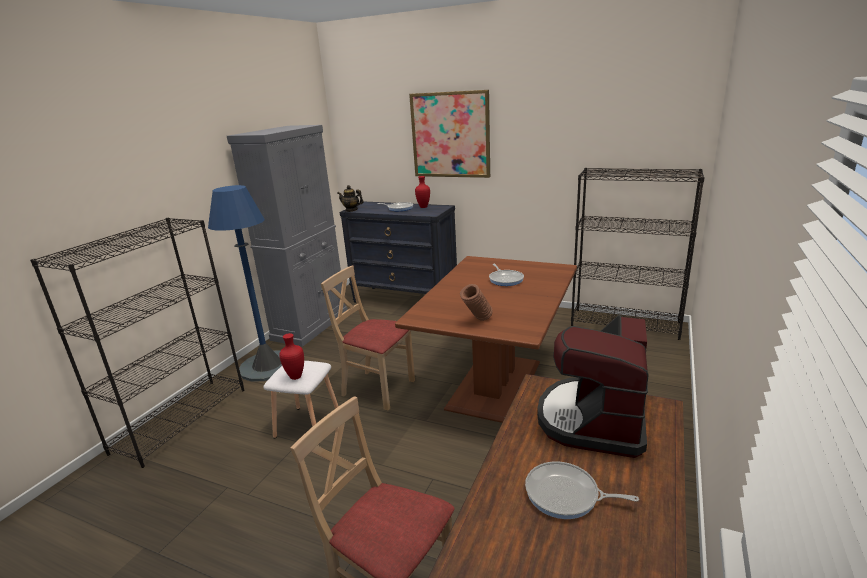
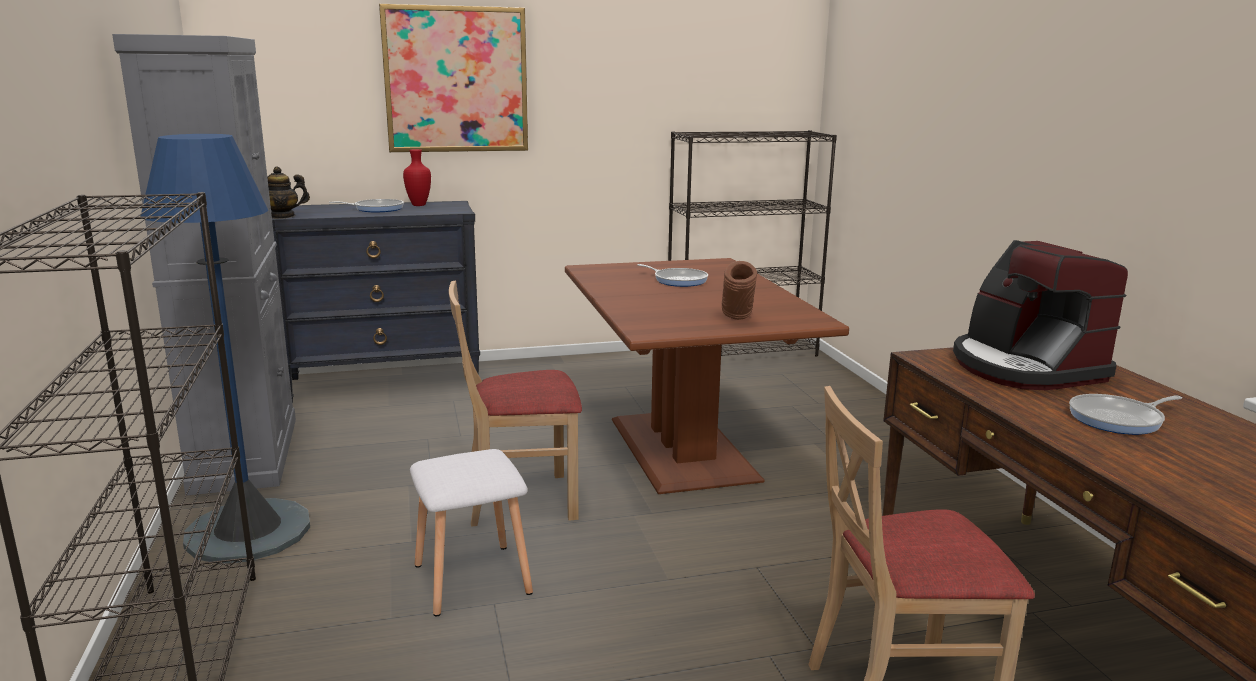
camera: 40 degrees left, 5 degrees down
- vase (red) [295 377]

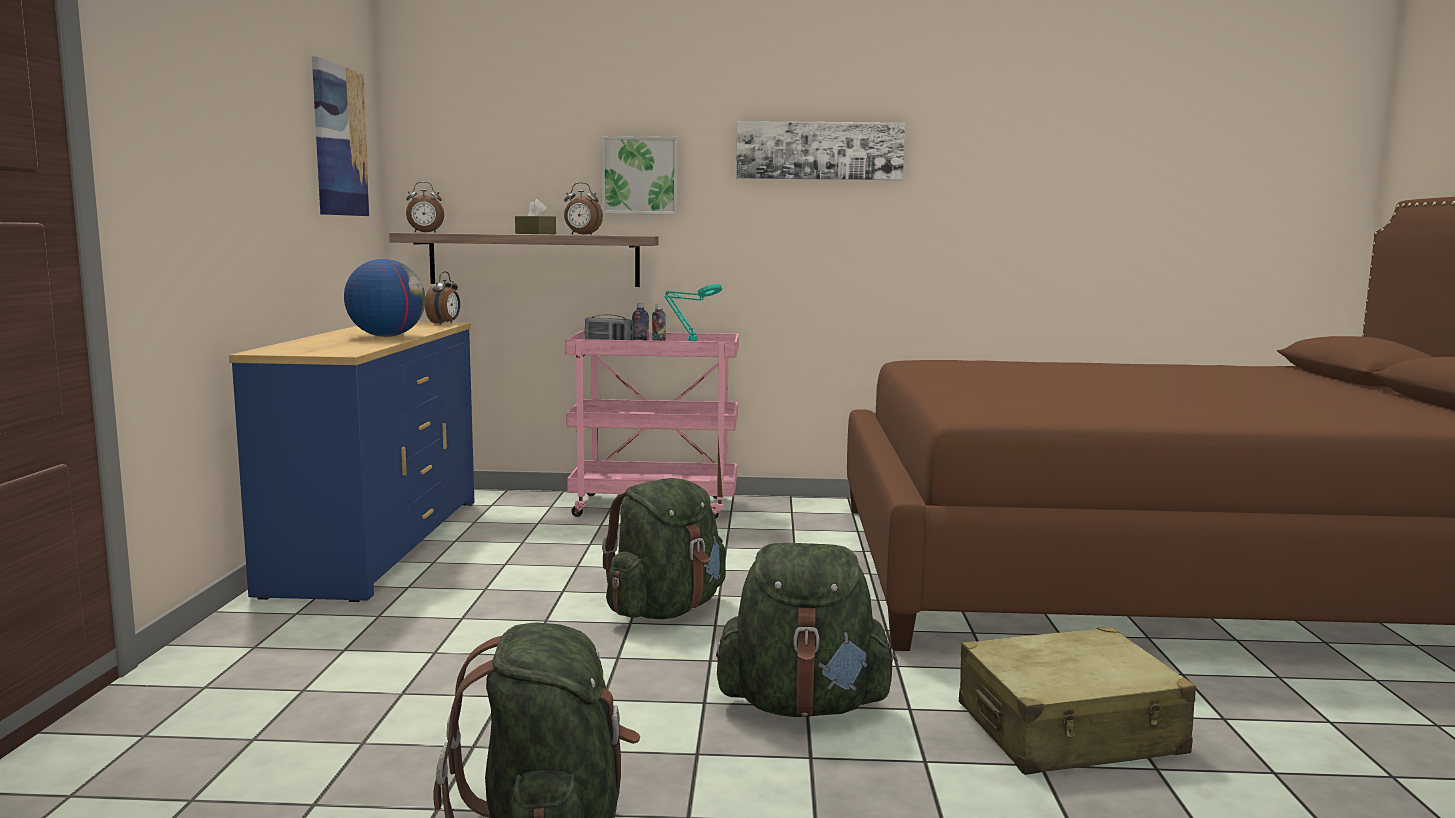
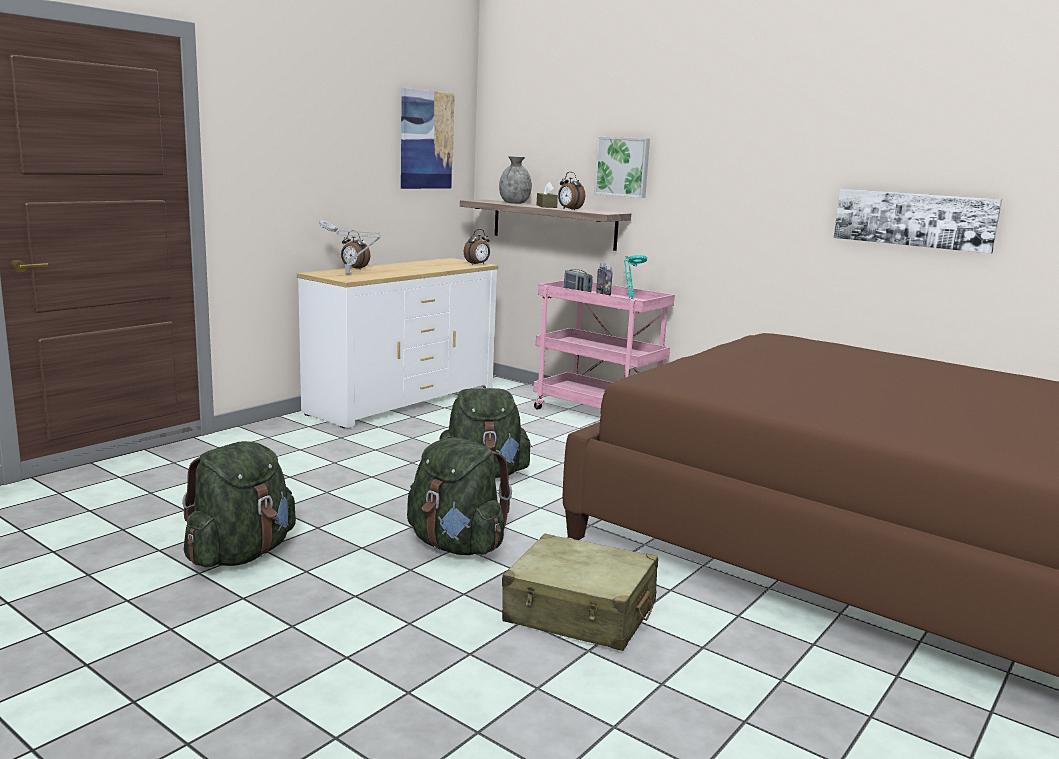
camera: 35 degrees right, 5 degrees up
~ dresser (blue) [377 544] to dresser (white) [402 400]
+ table lamp (grey) [350 274]
~ alarm clock [425 232] to [354 269]
+ vase (grey) [514 203]
~ picture [819 151] to [914 219]
- globe [386 336]

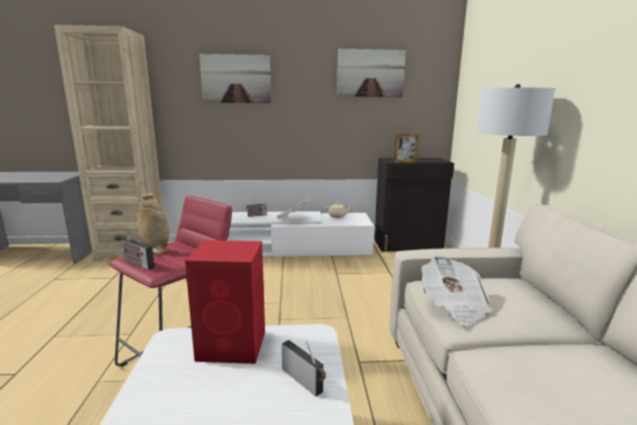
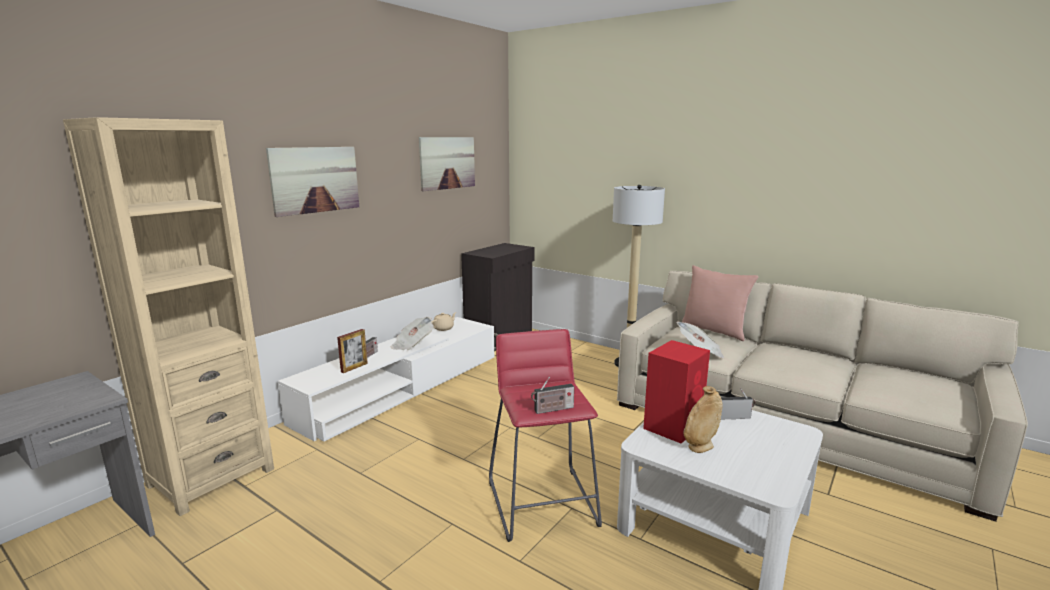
camera: 50 degrees left, 0 degrees up
~ picture frame [405 162] to [354 368]
+ pillow (pink) [714 331]
~ vase (beige) [155 251] to [700 447]

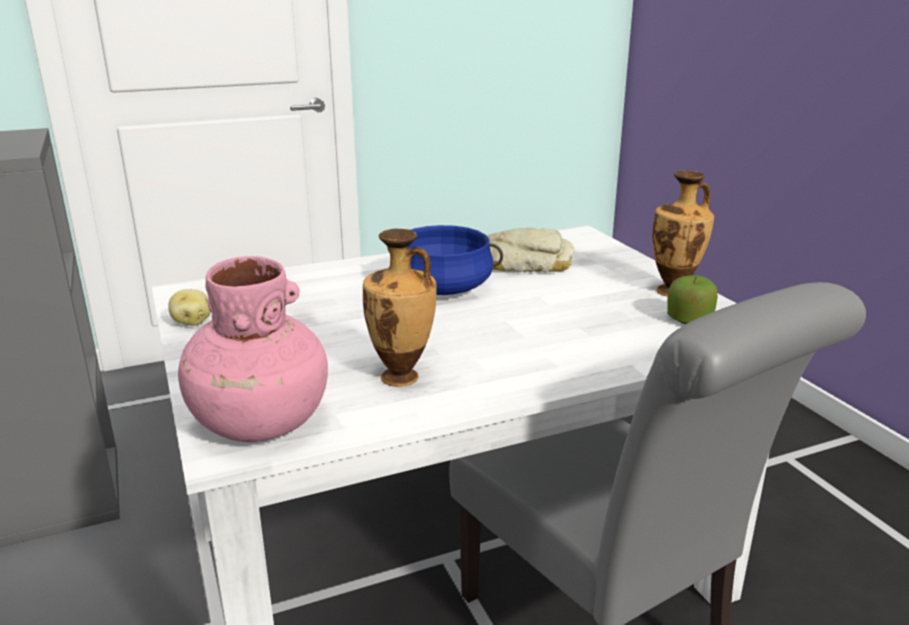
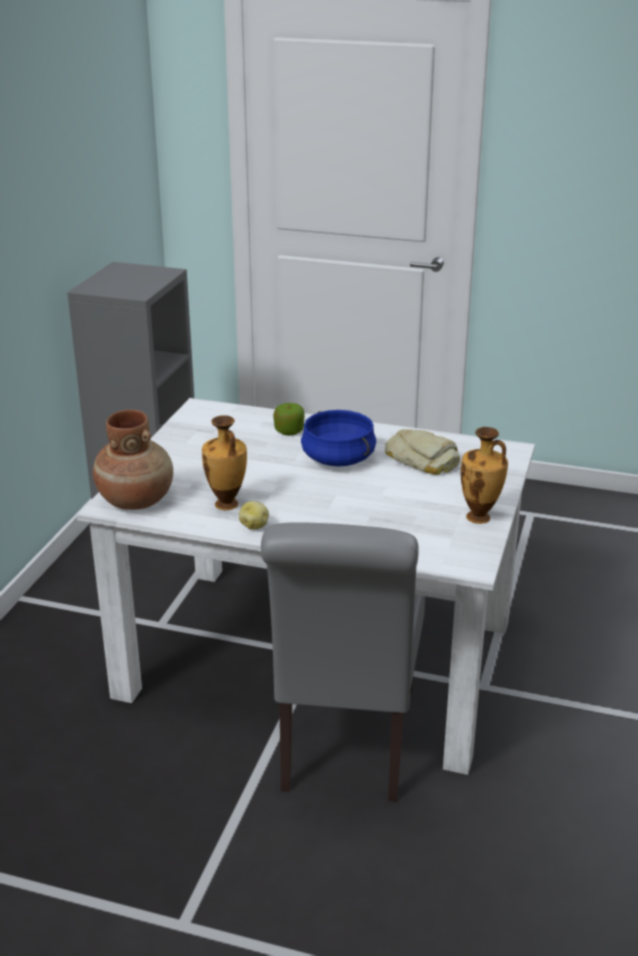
camera: 40 degrees right, 5 degrees up
~ vase (pink) [260 422] to vase (brown) [136 500]
~ potato [192 322] to [254 525]
~ apple [689 320] to [289 431]

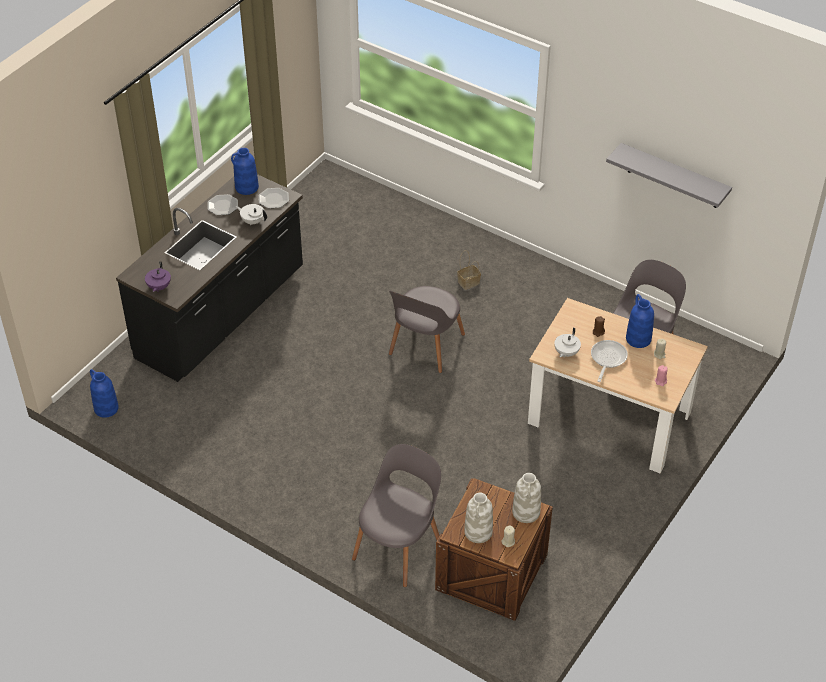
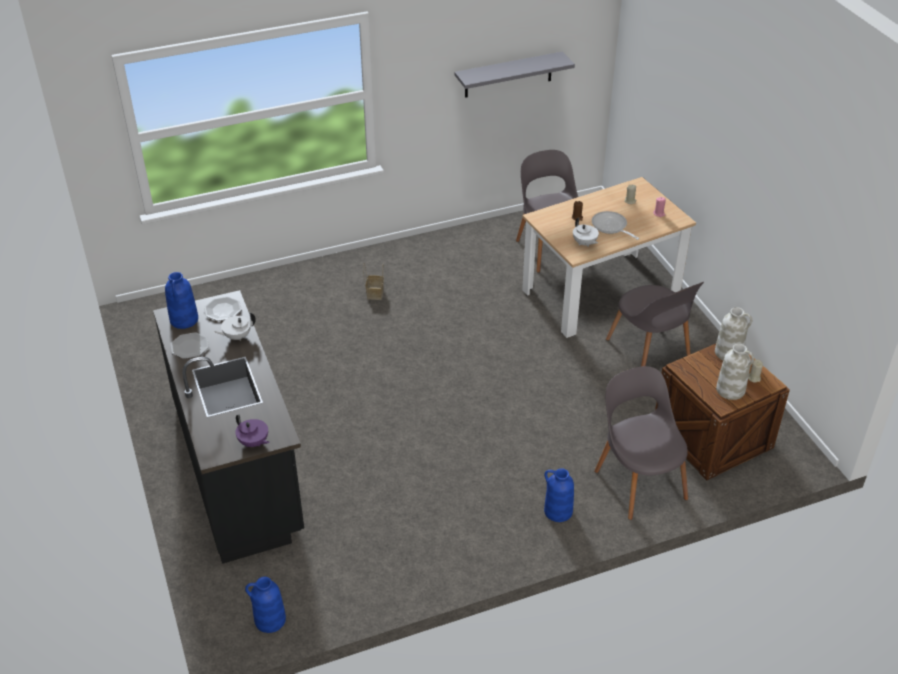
camera: 55 degrees left, 5 degrees down
~ vase (blue) [638 338] to [557 511]
~ chair (grey) [425 347] to [649 350]

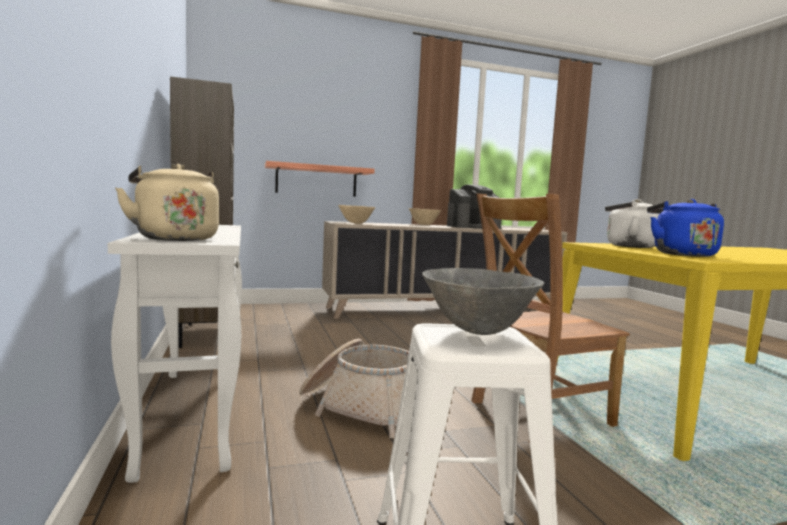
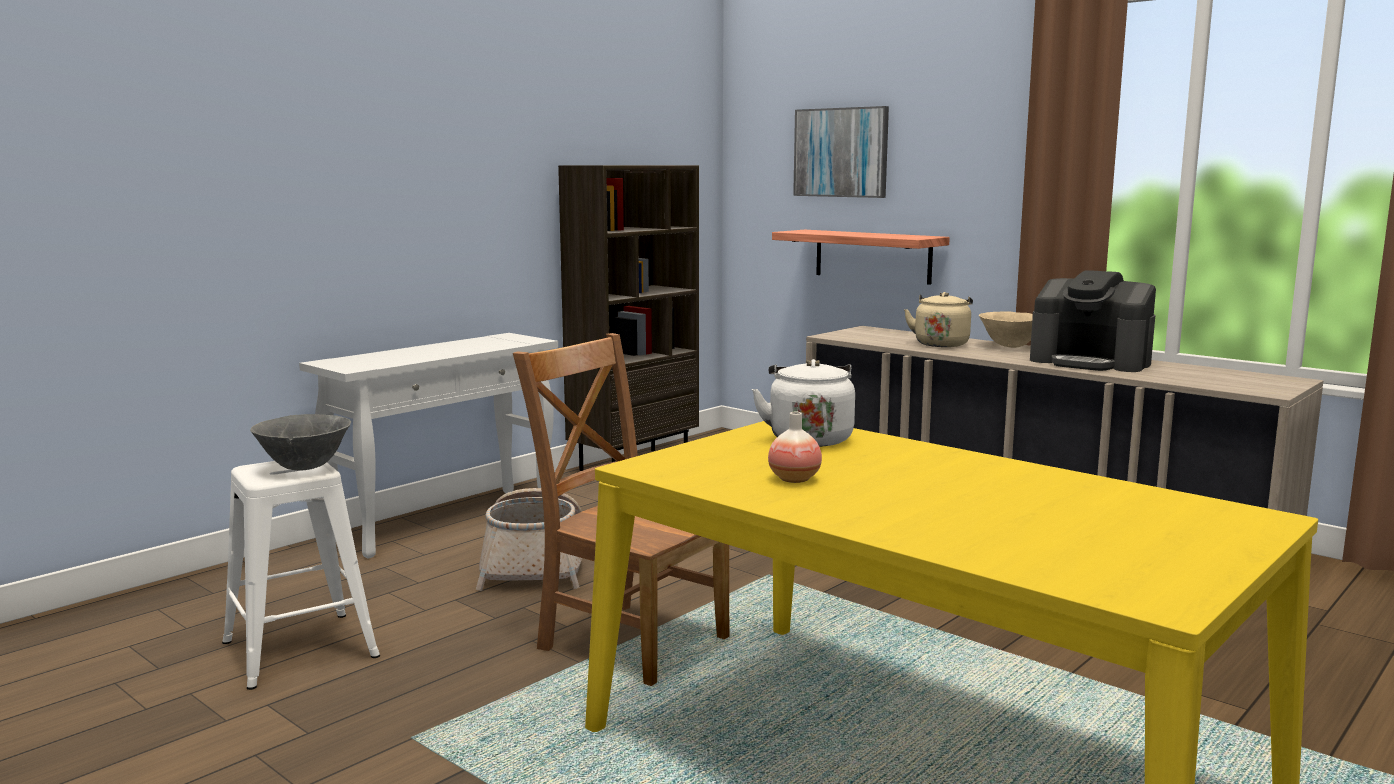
camera: 60 degrees right, 5 degrees up
+ vase [794 479]
+ picture [841 152]
~ kettle (beige) [175 238] to [941 344]
- bowl (beige) [356 223]
- kettle (blue) [681 254]

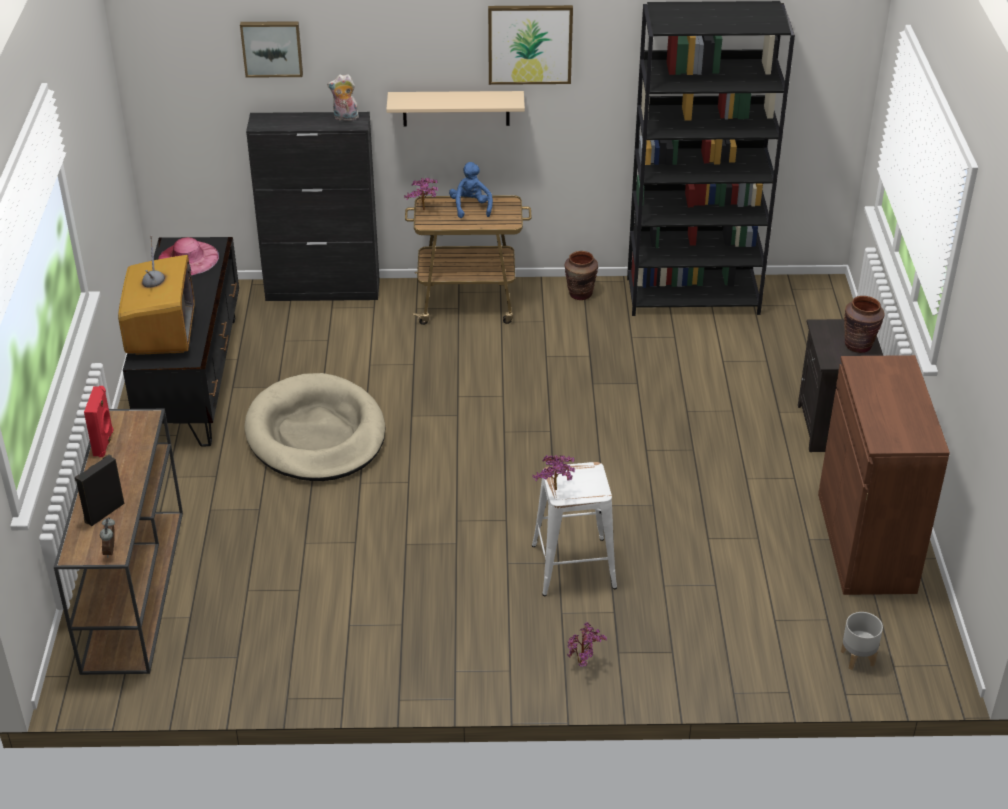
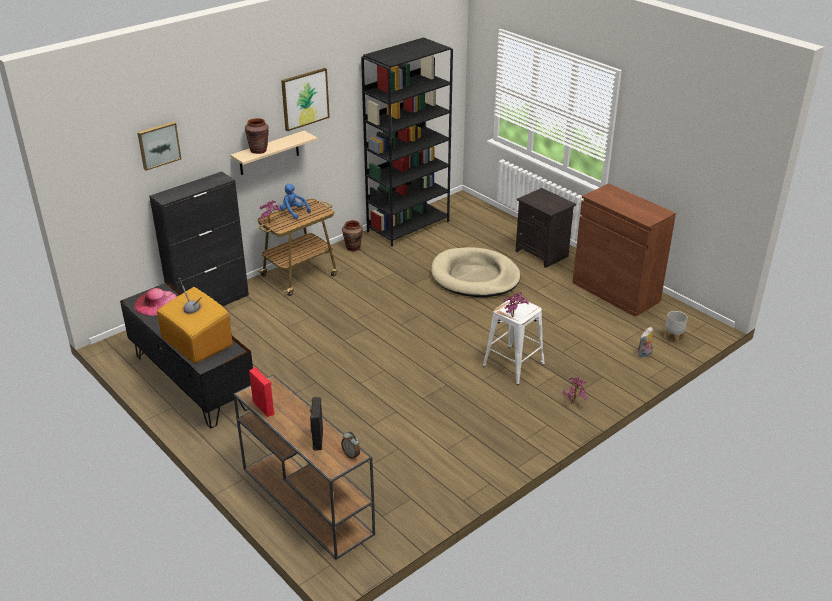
camera: 40 degrees left, 5 degrees down
~ vase (brown) [858 345] to [258 150]
~ dog bed (beige) [316 434] to [475 277]
~ plush toy [345 118] to [644 354]

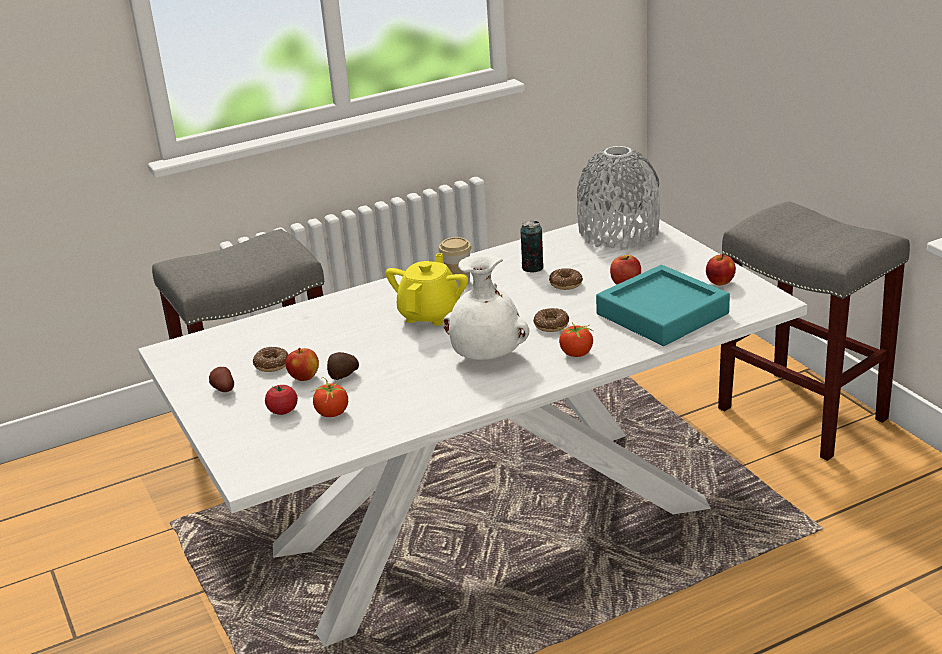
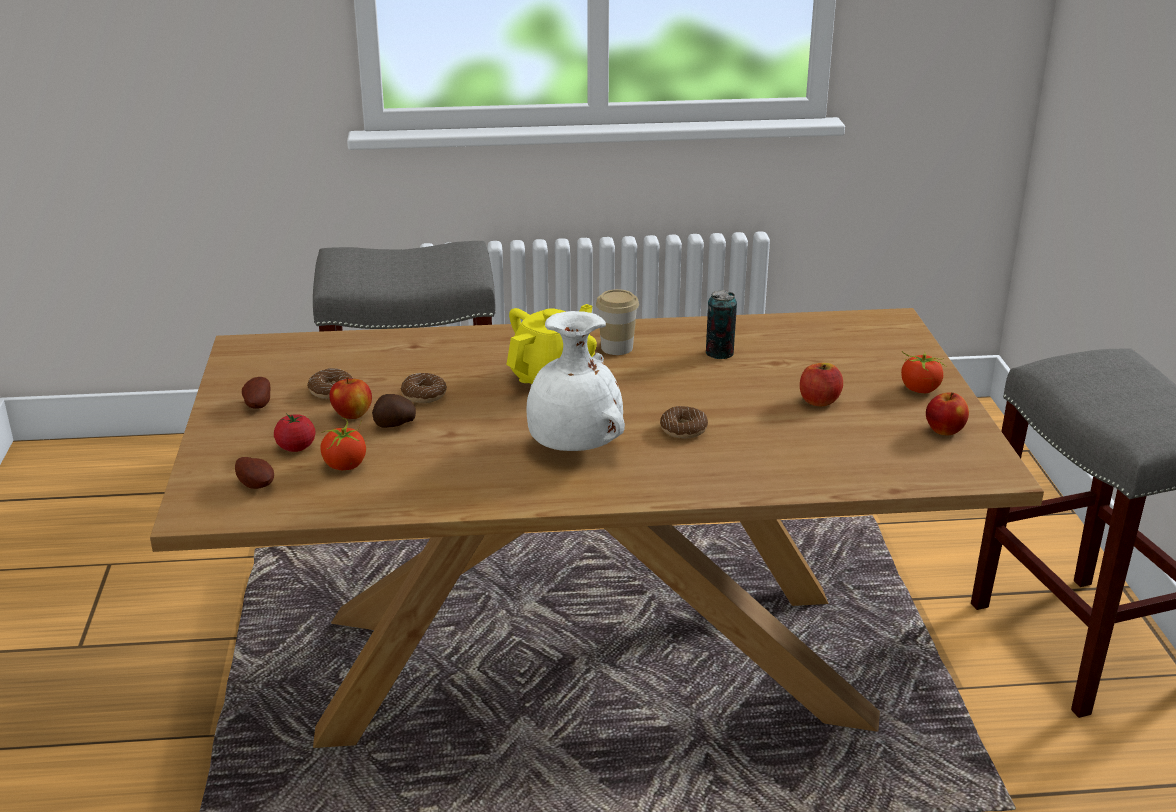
camera: 20 degrees right, 0 degrees up
~ dining table (white) [487 527] to dining table (brown) [587 665]
+ potato [256 484]
~ donut [565 284] to [424 395]
~ tomato [576 354] to [919 389]
- vase (grey) [618 233]
- tray (turquoise) [662 314]

